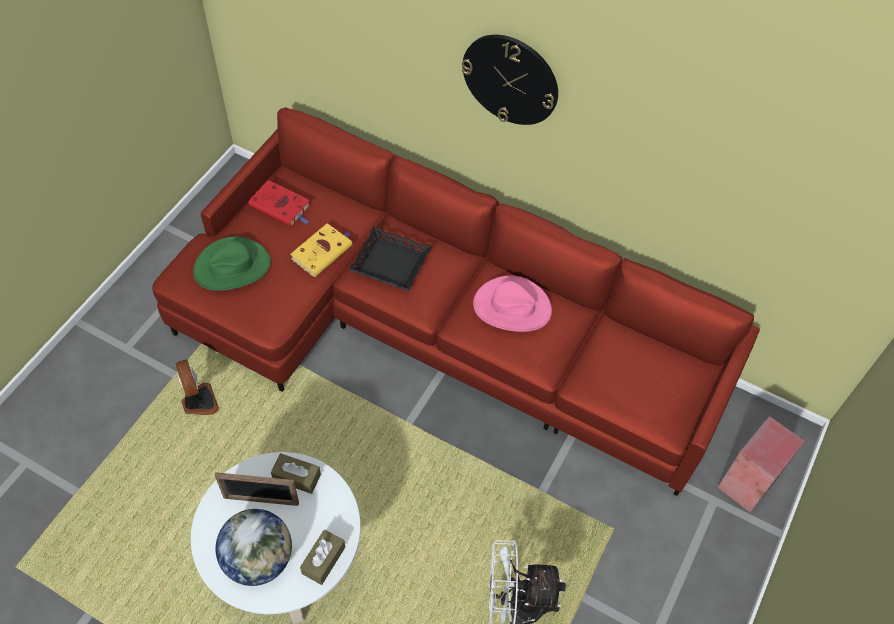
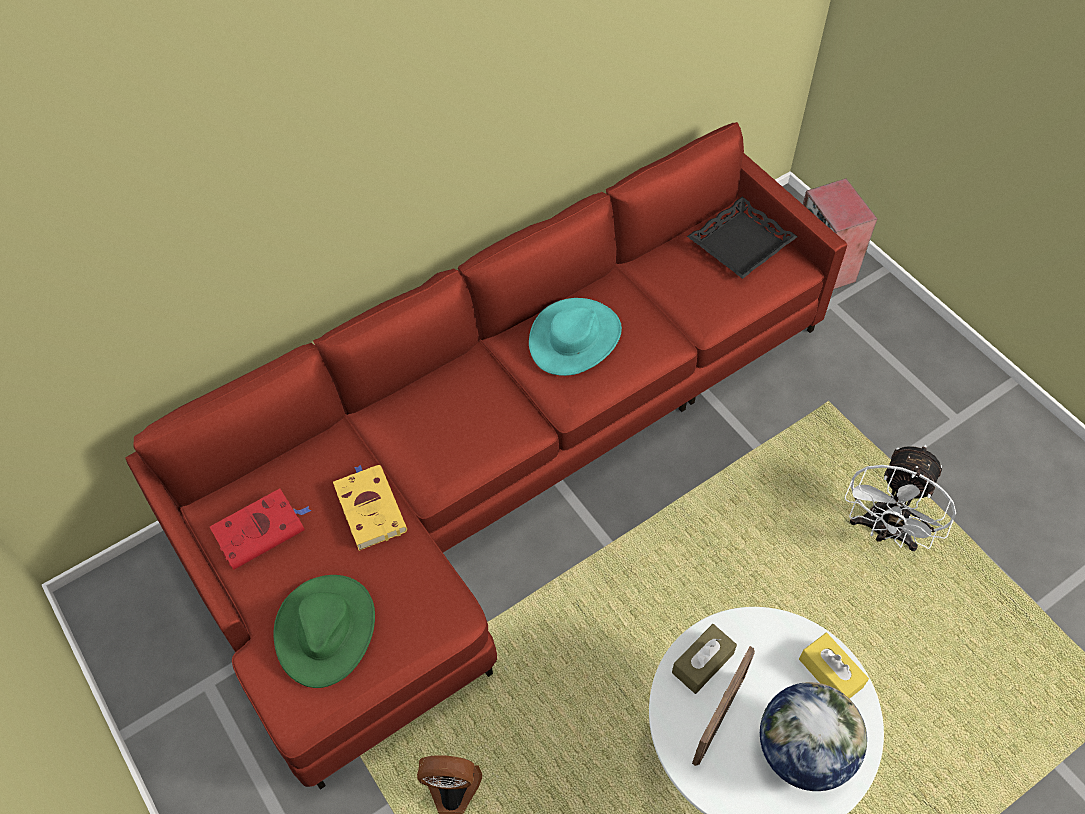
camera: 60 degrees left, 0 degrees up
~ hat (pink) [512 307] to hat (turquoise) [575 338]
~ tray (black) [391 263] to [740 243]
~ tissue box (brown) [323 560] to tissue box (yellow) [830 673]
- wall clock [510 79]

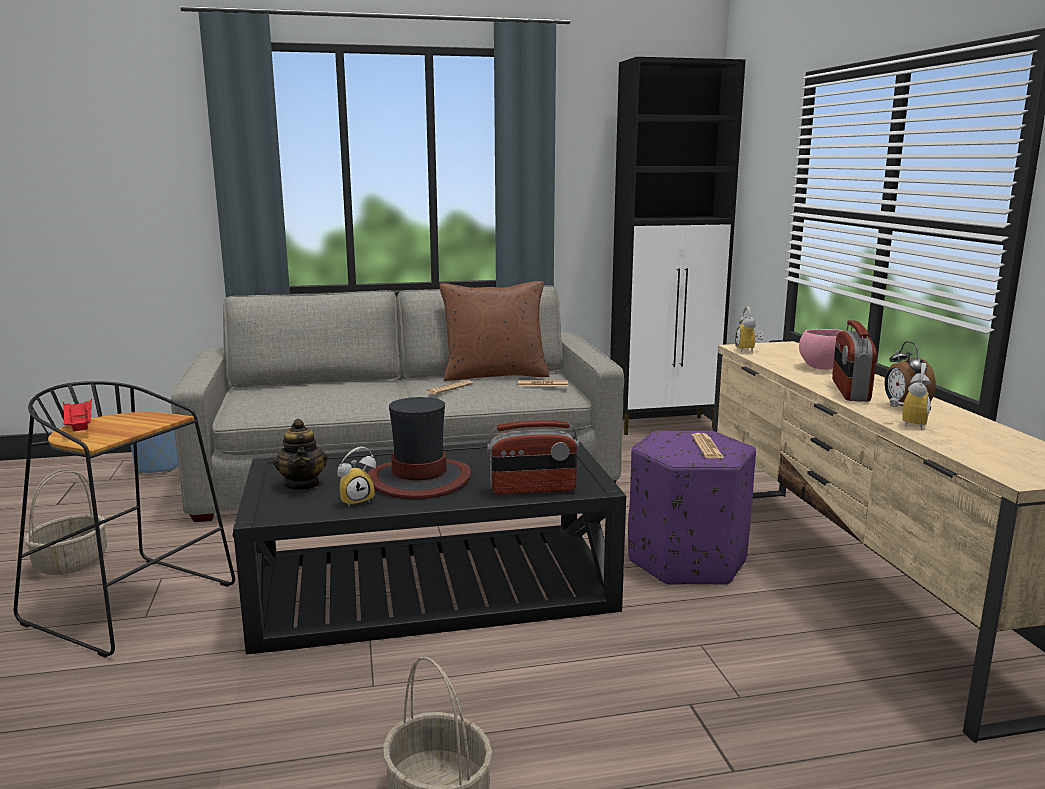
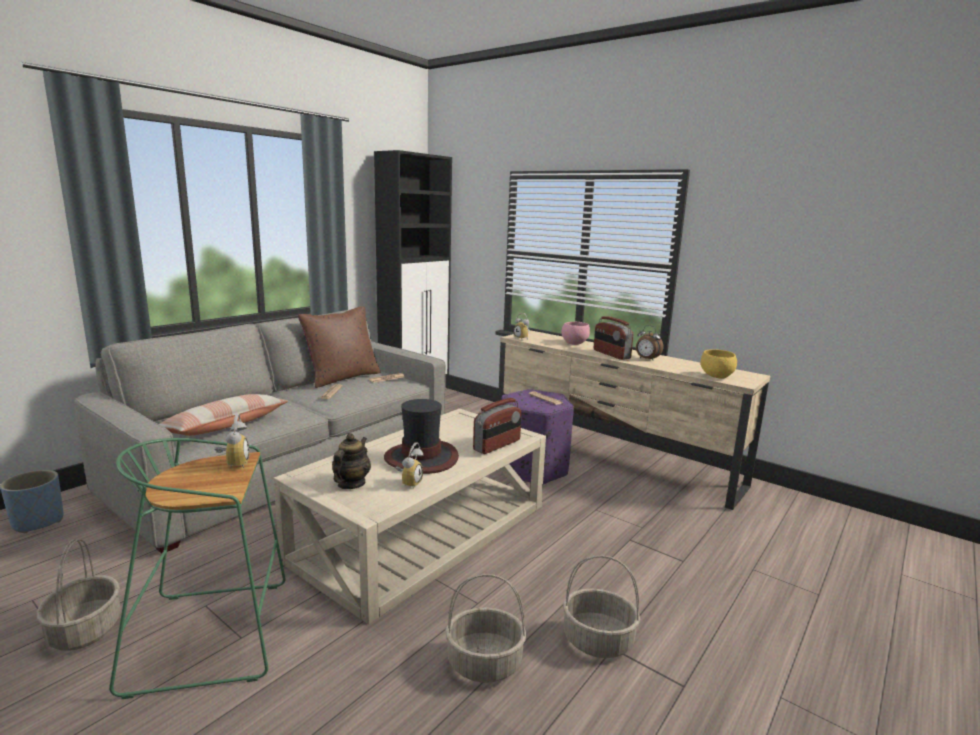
camera: 40 degrees left, 0 degrees up
~ stool (black) [134 604] to stool (green) [214 633]
+ pillow [225 426]
~ alarm clock [907 423] to [234 463]
~ coffee table (black) [432 586] to coffee table (beige) [422 531]
~ teapot [303 484] = [351 484] 105 degrees counterclockwise
+ basket [483 664]
+ bowl (yellow) [717 377]
- tray (red) [79 427]

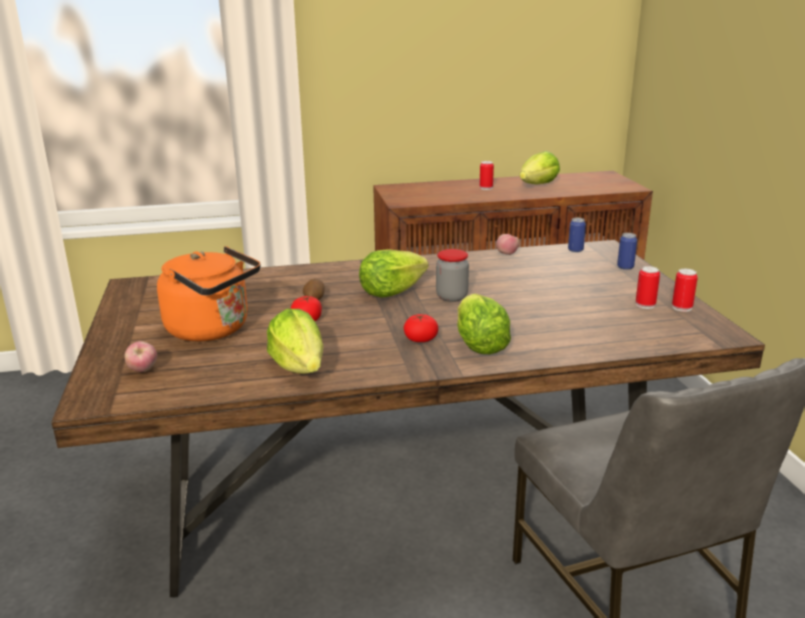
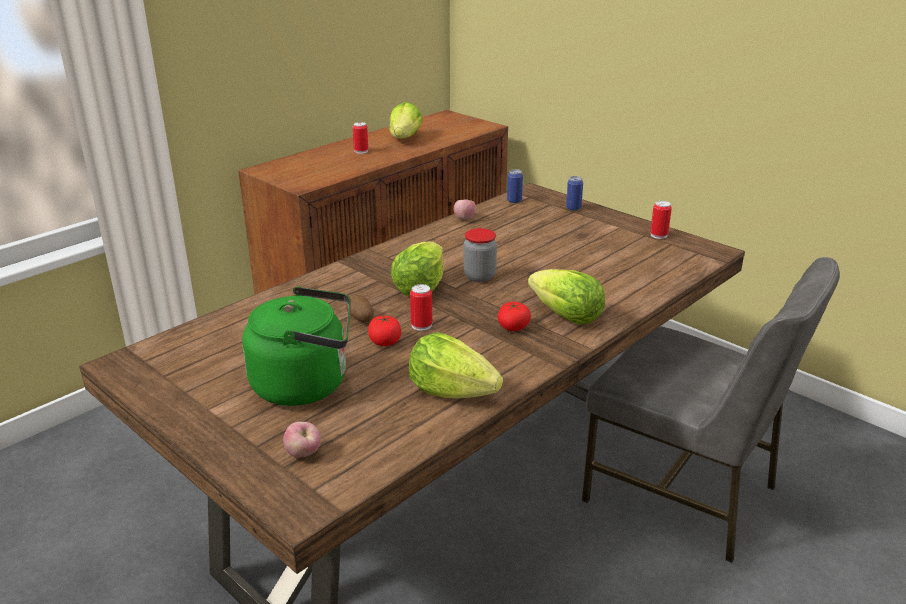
camera: 35 degrees left, 5 degrees up
~ kettle (orange) [213 330] to kettle (green) [306 384]
~ can [645 305] to [421 325]

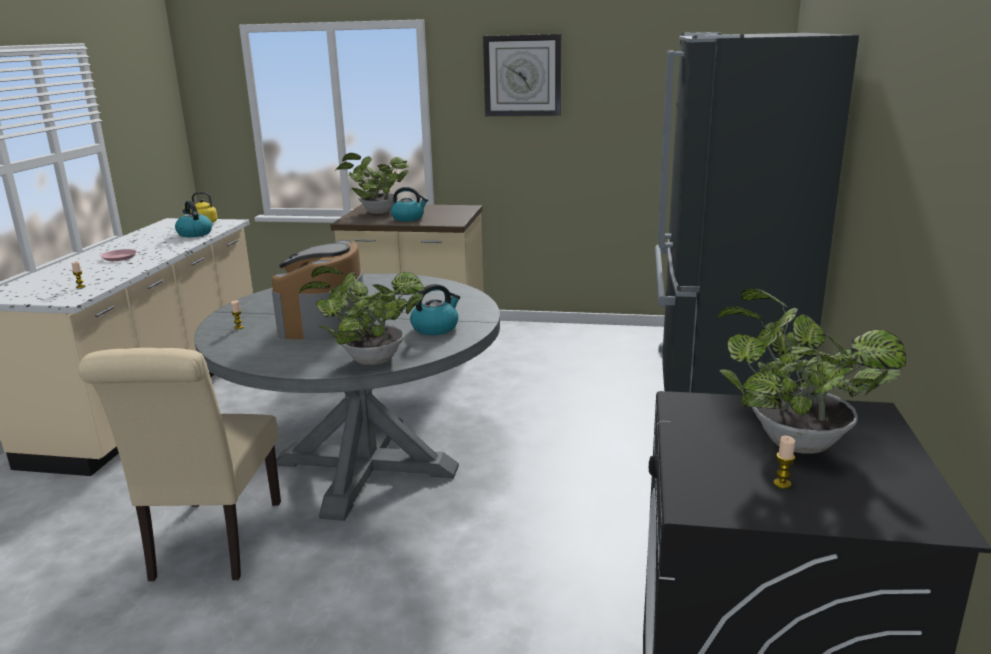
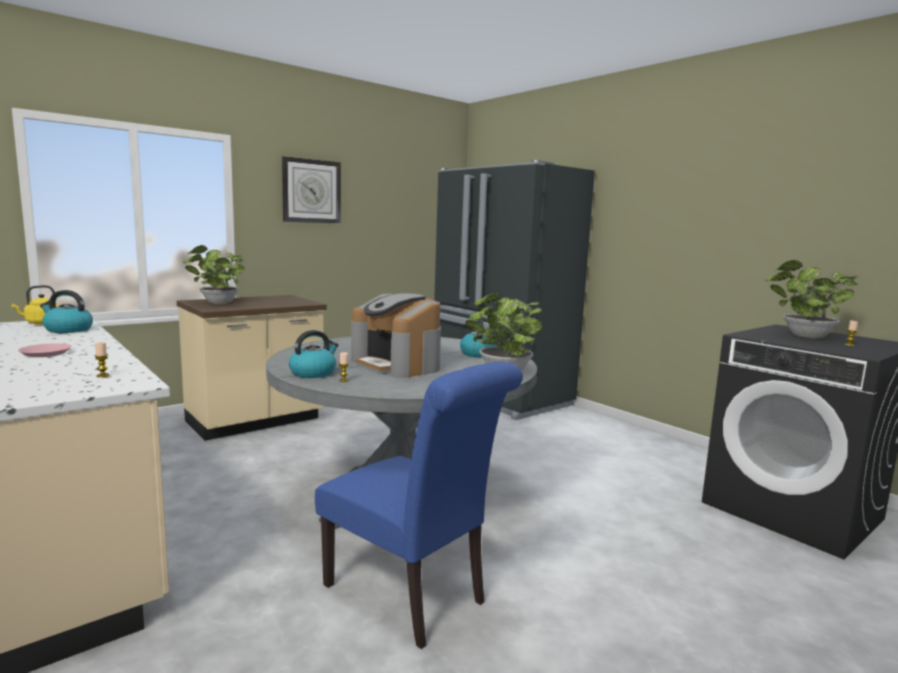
camera: 50 degrees left, 10 degrees down
~ kettle [408 218] to [313 373]
~ chair (beige) [213 545] to chair (blue) [412 597]

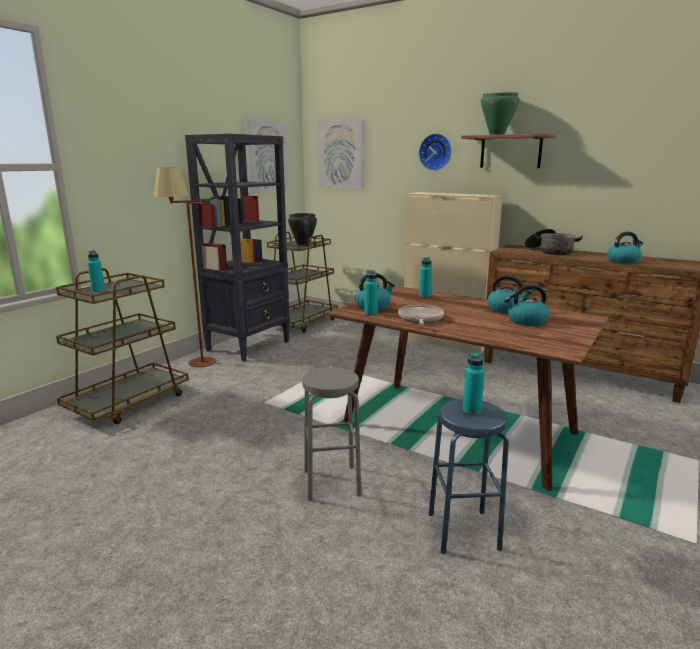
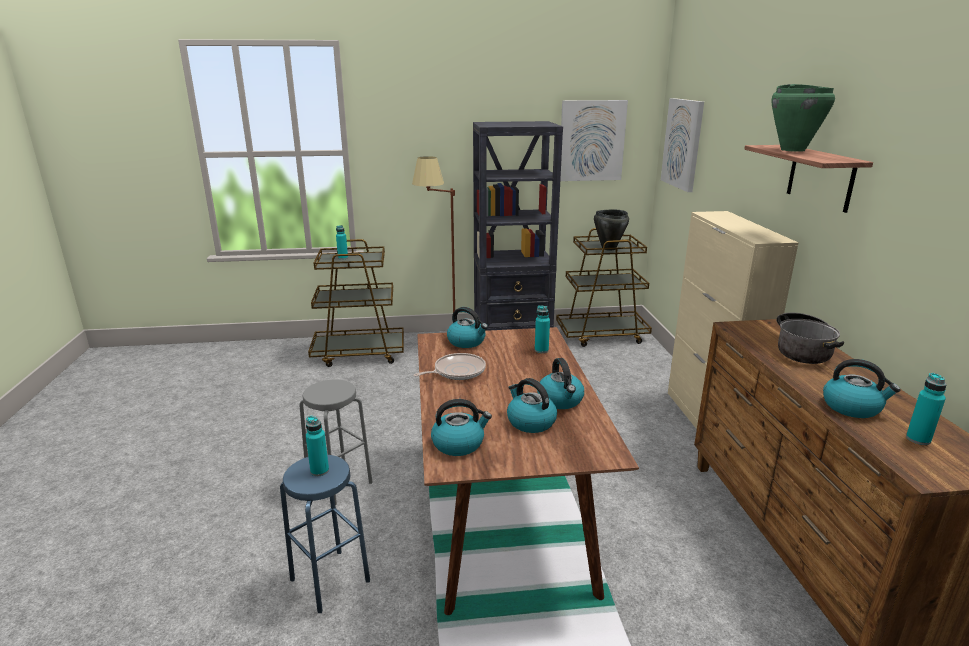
camera: 50 degrees right, 5 degrees up
+ kettle [459 444]
~ bottle (turquoise) [371 314] to [918 439]
- wall clock [436 152]

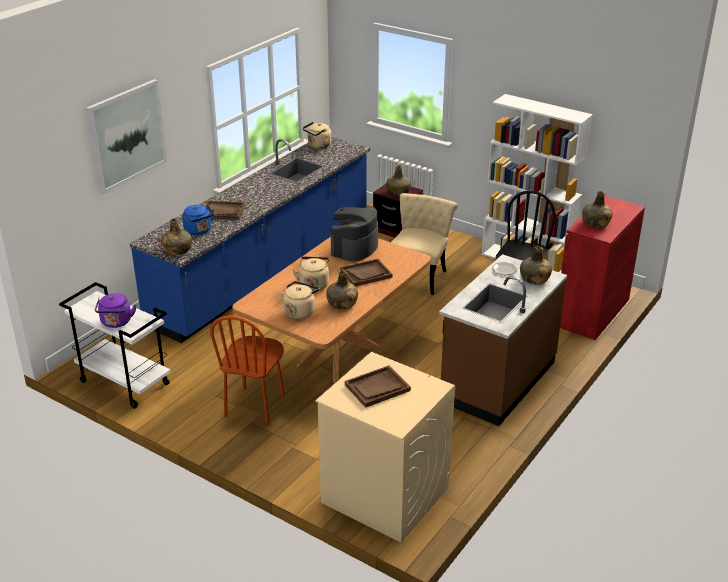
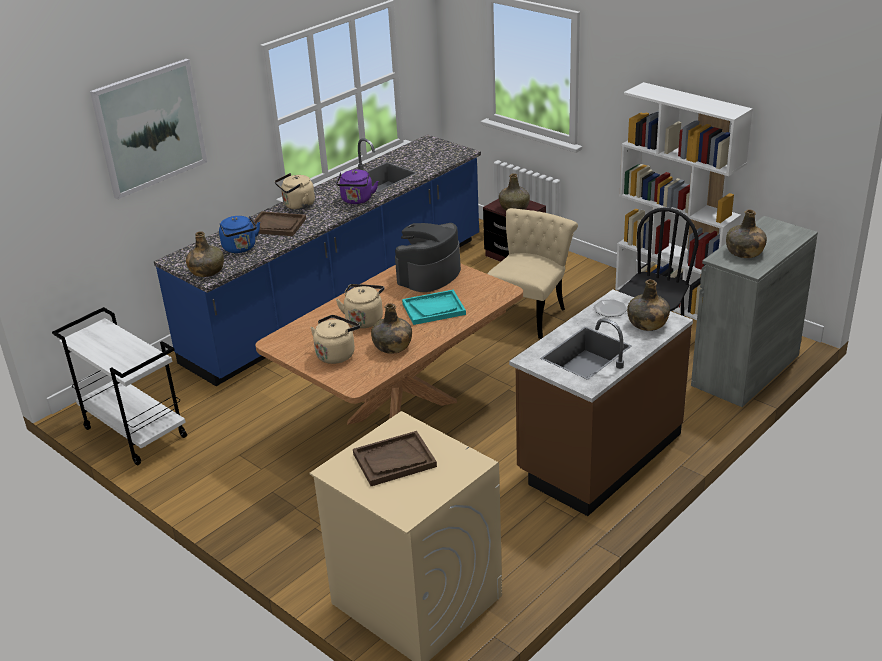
camera: 10 degrees right, 0 degrees up
~ kettle (beige) [318 145] to [297 205]
~ kettle (purple) [116 323] to [357 200]
~ tray (brown) [366 274] to tray (turquoise) [434 309]
~ cabinet (red) [592 312] to cabinet (grey) [745 370]
- chair (brown) [255 406]

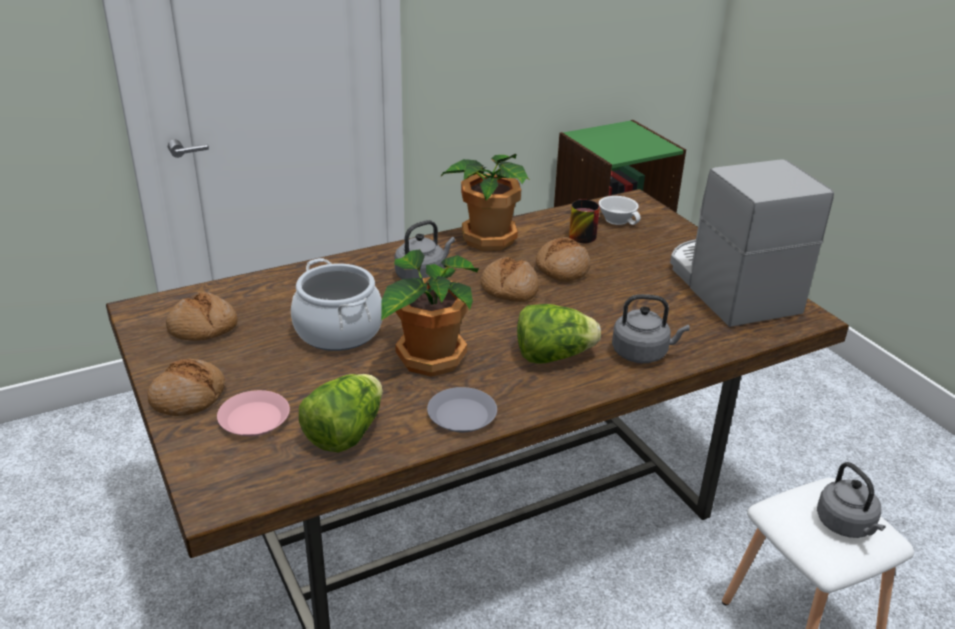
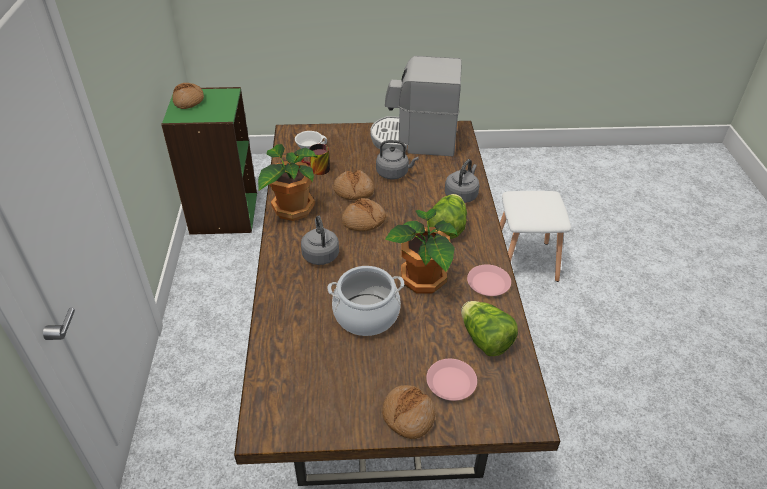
camera: 65 degrees left, 10 degrees up
~ bread [203 328] to [189 101]
~ kettle (grey) [846 525] to [394 173]
~ plate (grey) [462 415] to plate (pink) [488 283]

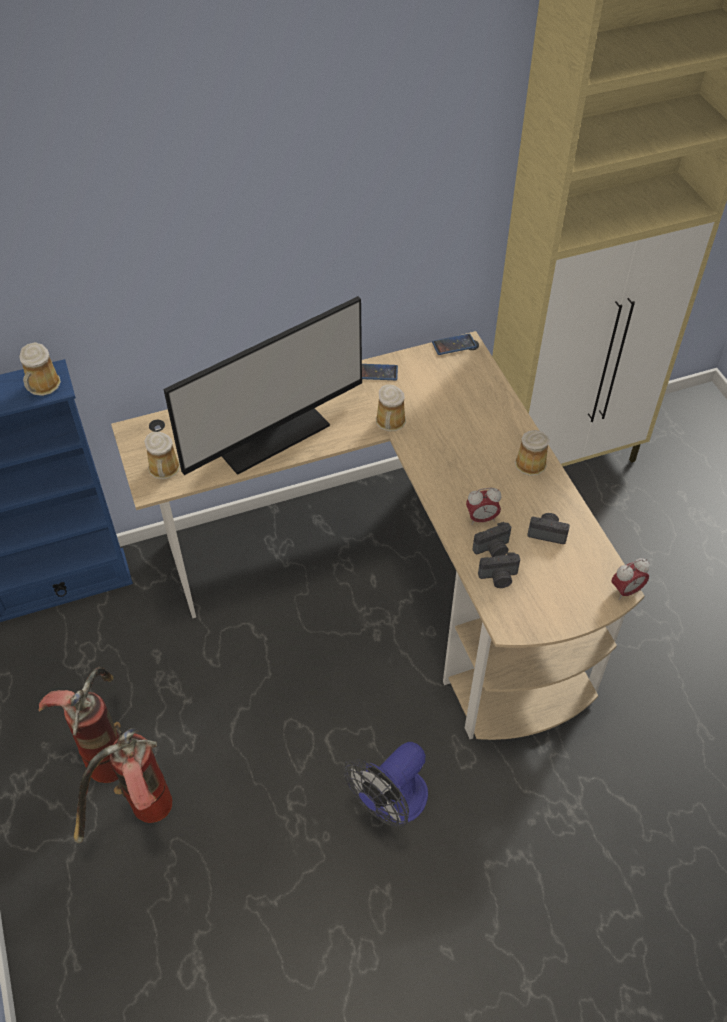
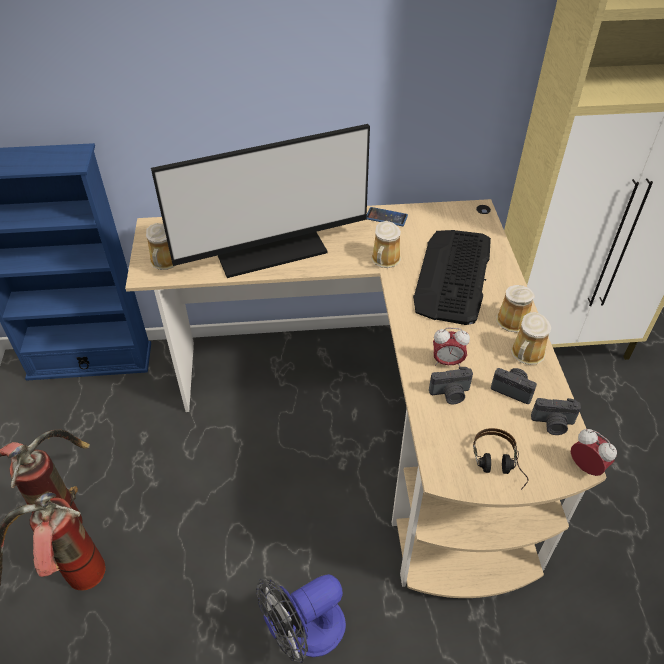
camera: 15 degrees right, 5 degrees down
+ keyboard [453 276]
+ headphones [498 467]
~ mug [42 386] to [526 354]
~ photo camera [499 578] to [553 424]
~ alarm clock [626 590] = [586 467] 120 degrees counterclockwise
- phone [454 345]

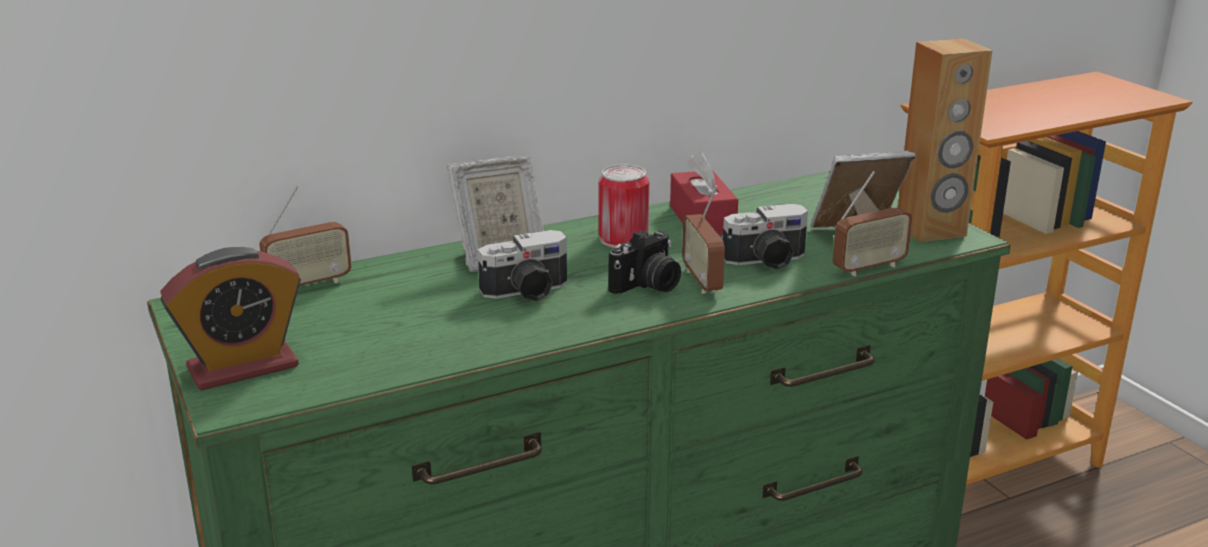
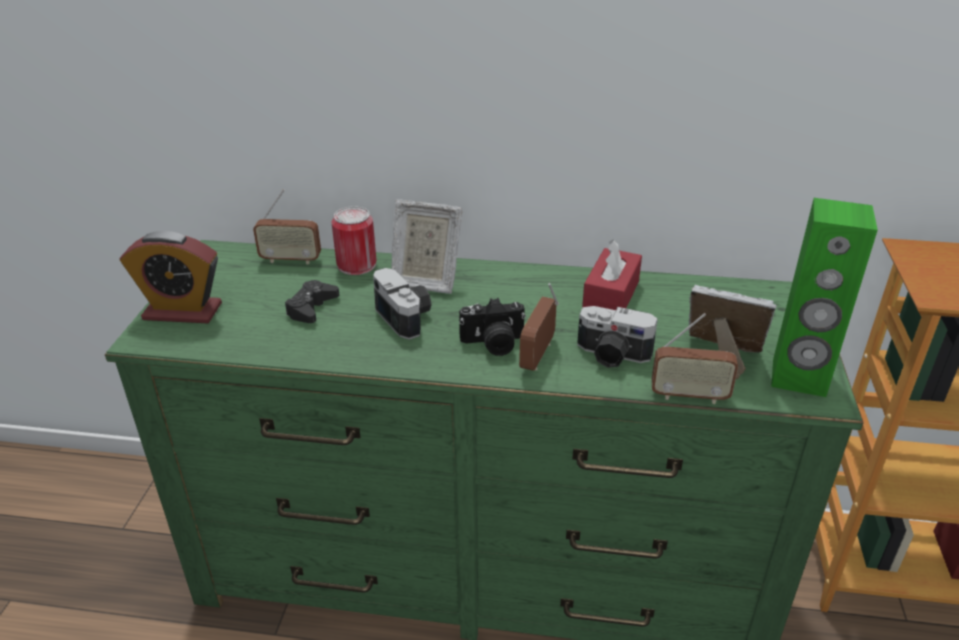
camera: 35 degrees right, 10 degrees up
+ game controller (black) [311 308]
~ can [623 239] to [356 265]
~ photo camera [527 292] = [407 317] 135 degrees counterclockwise
~ speaker (brown) [931 230] to speaker (green) [798 378]

